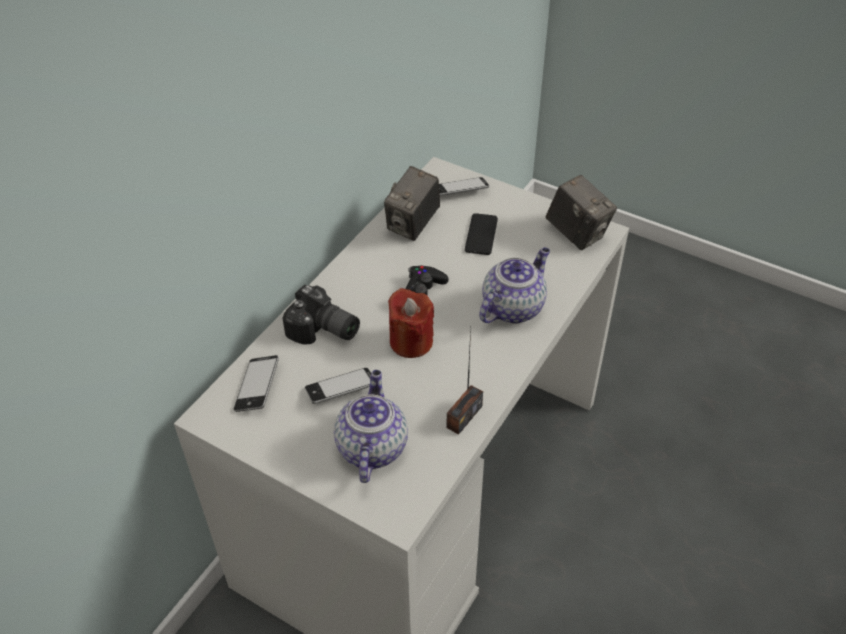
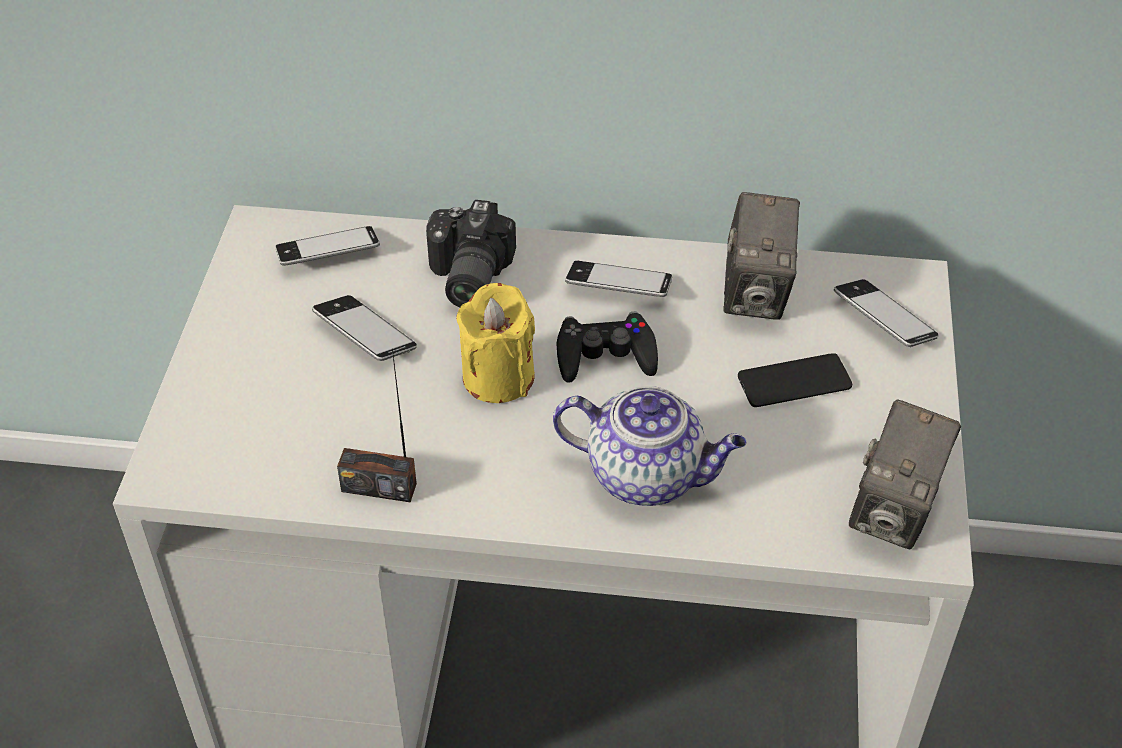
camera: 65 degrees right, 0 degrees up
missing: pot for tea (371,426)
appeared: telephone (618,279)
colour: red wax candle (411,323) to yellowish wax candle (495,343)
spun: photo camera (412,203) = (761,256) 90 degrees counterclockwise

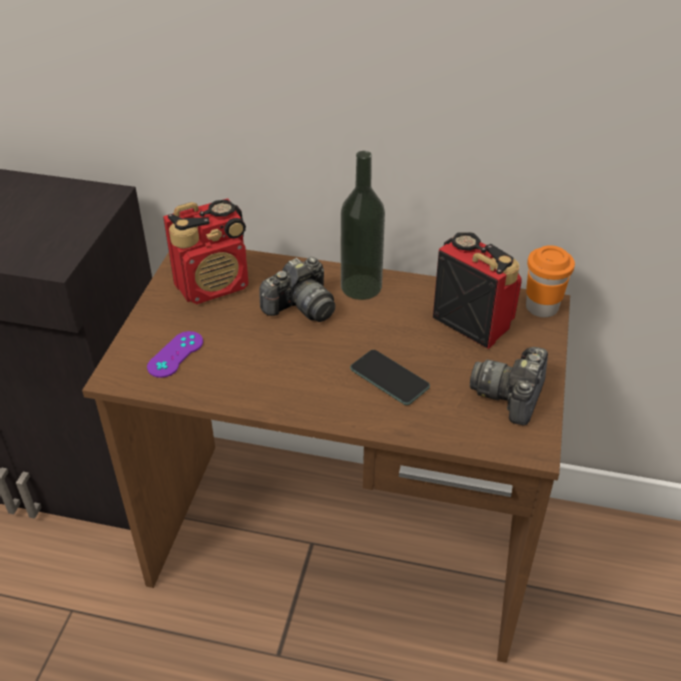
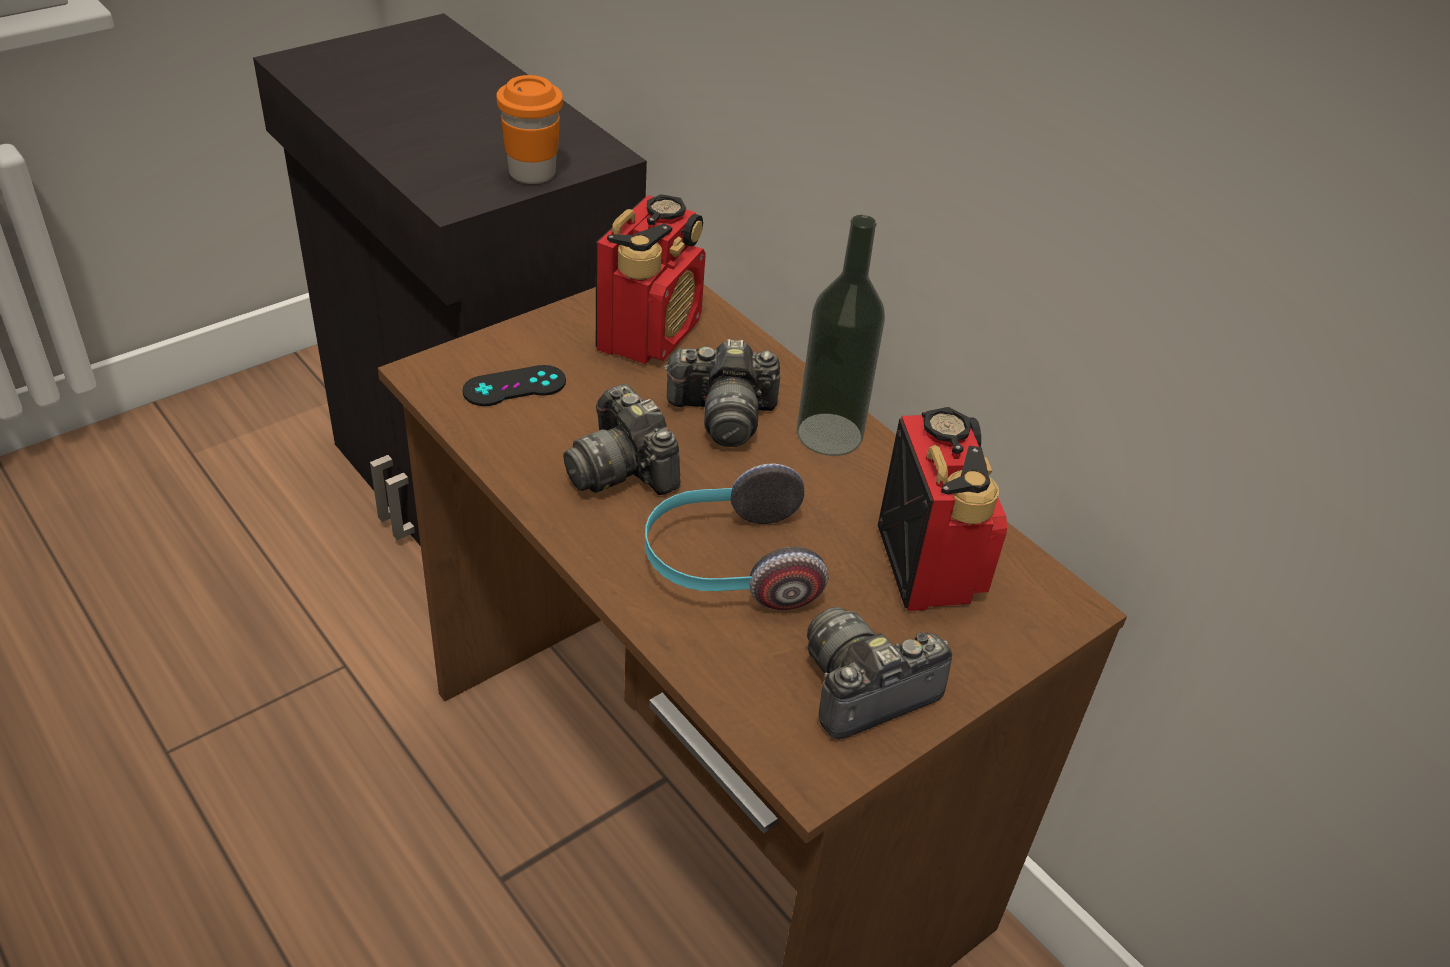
camera: 35 degrees right, 0 degrees up
appeared: photo camera (621,439)
relocated: orangey cup (550,281) to (529,129)
exchanged: telephone (390,377) to headset (736,537)
colour: purple joypad (175,354) to black-coloured joypad (514,385)
spun: radio receiver (206,251) = (651,279) 75 degrees counterclockwise

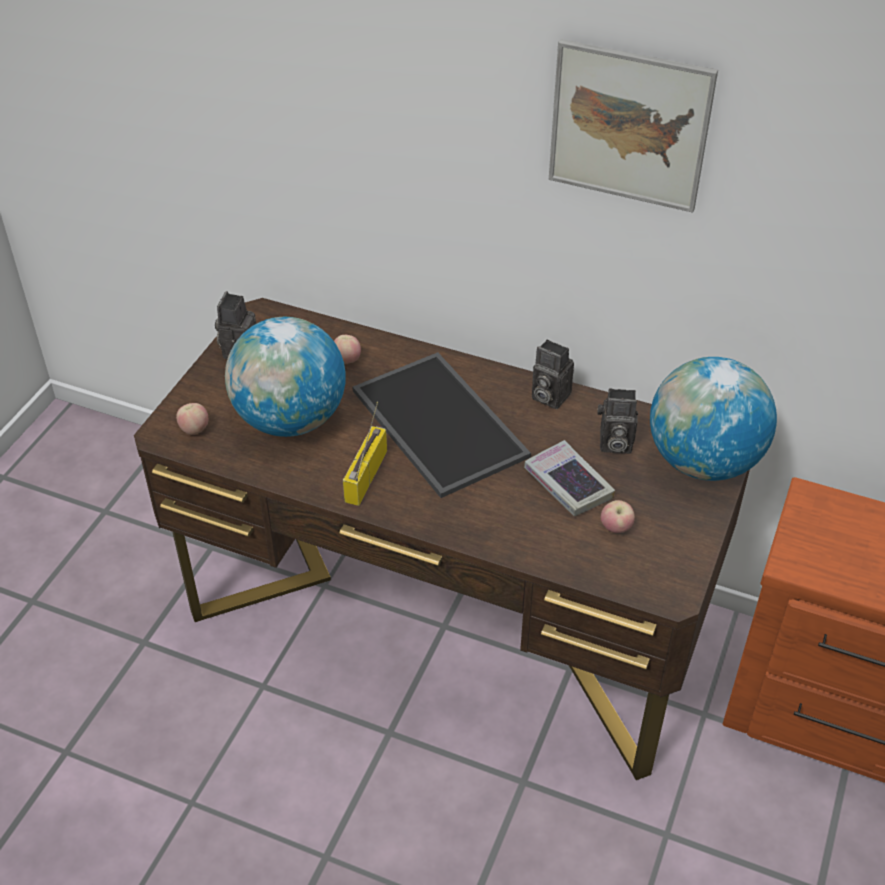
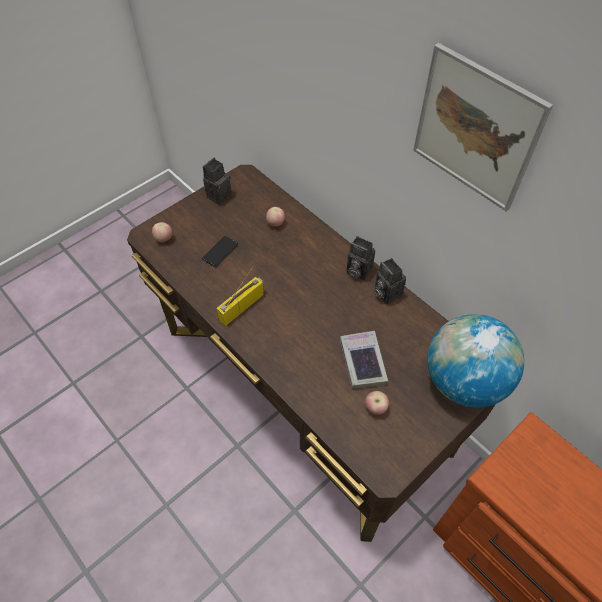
camera: 25 degrees right, 10 degrees up
missing: tray (441,425)
relocated: photo camera (617,421) to (360,258)
exchanged: globe (285,377) to telephone (220,251)

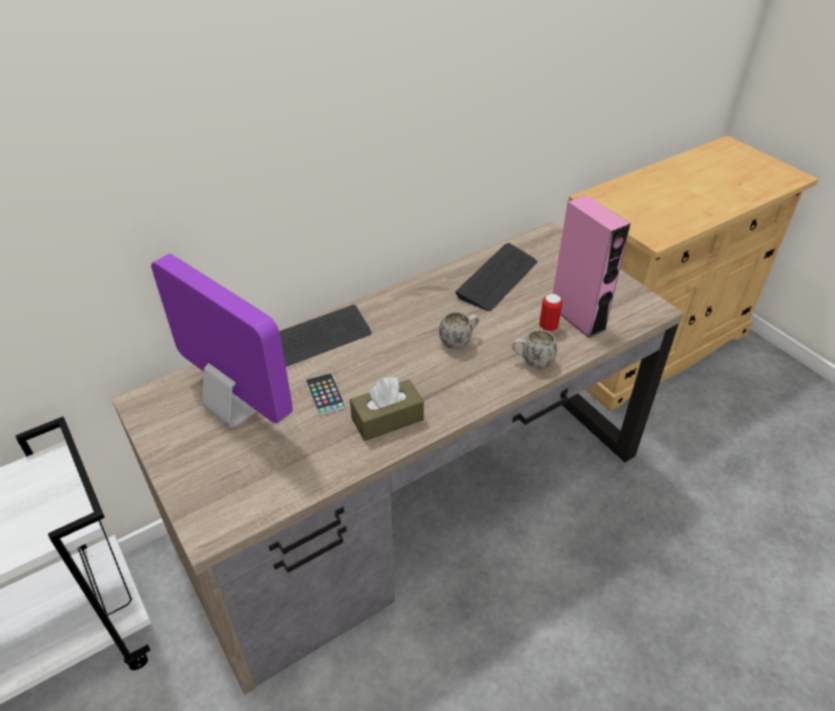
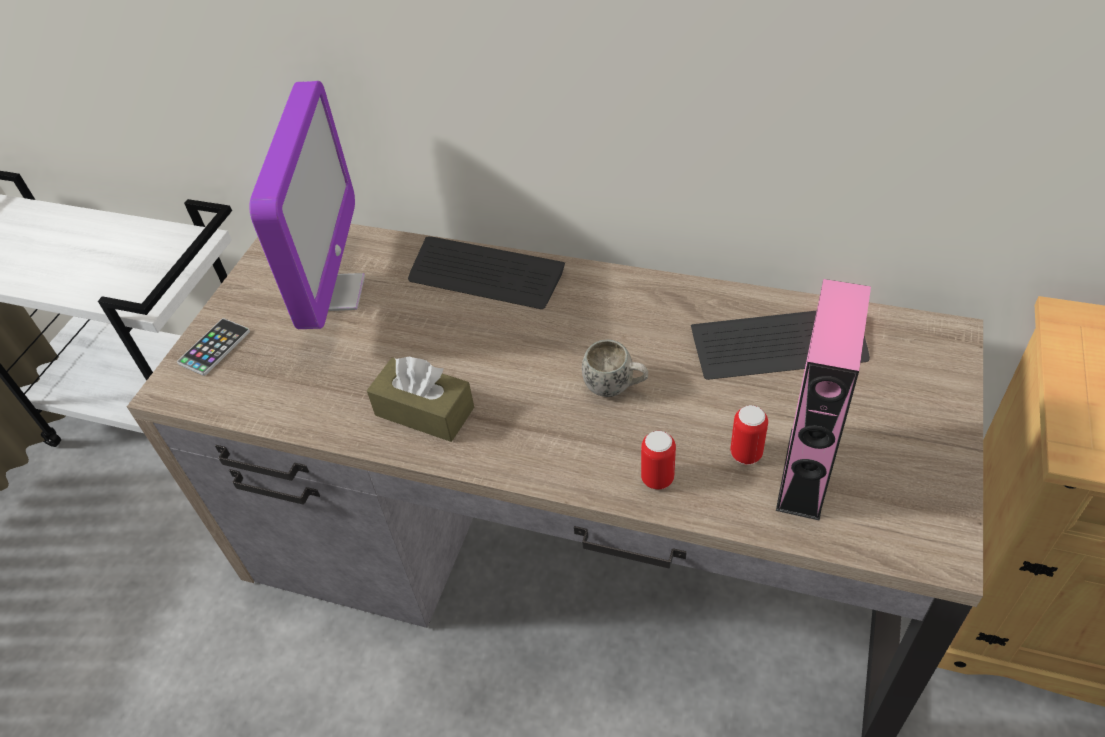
camera: 55 degrees right, 5 degrees up
relocated: telephone (325,394) to (213,347)
exchanged: whitish mug (534,349) to sealed can (658,460)

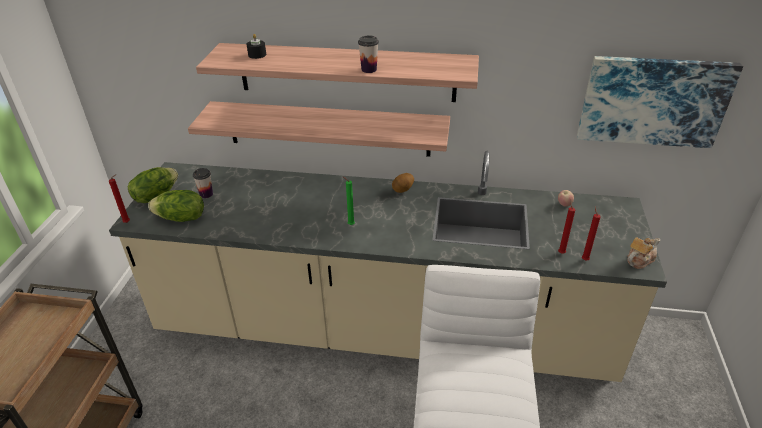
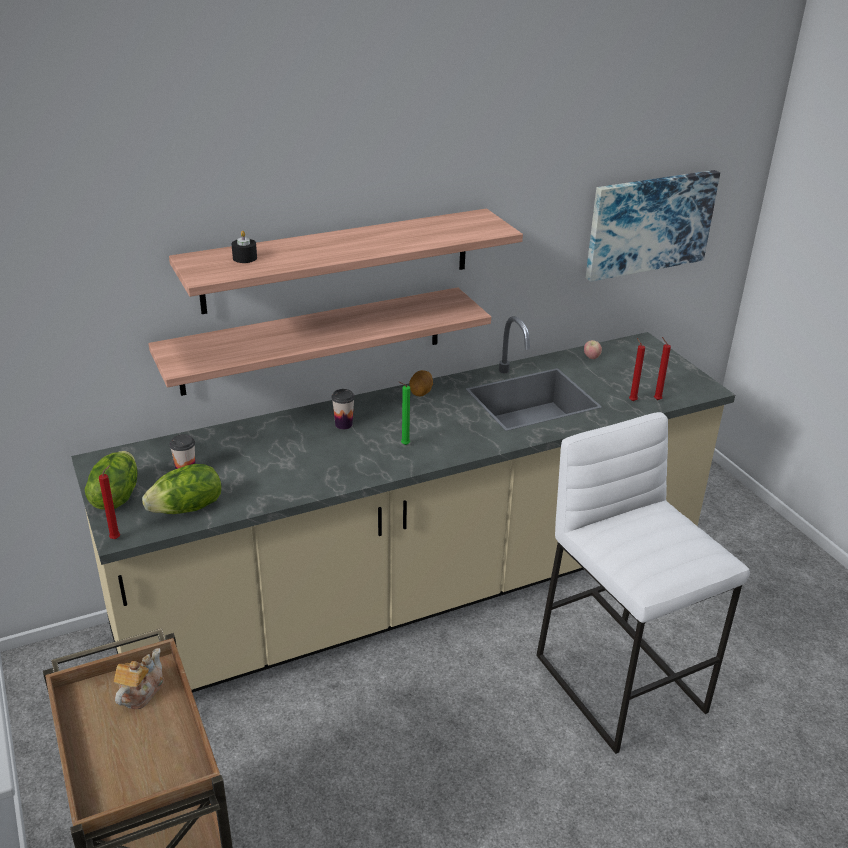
camera: 35 degrees left, 5 degrees down
relocated: cup (368,54) to (343,409); pot for tea (643,253) to (139,678)

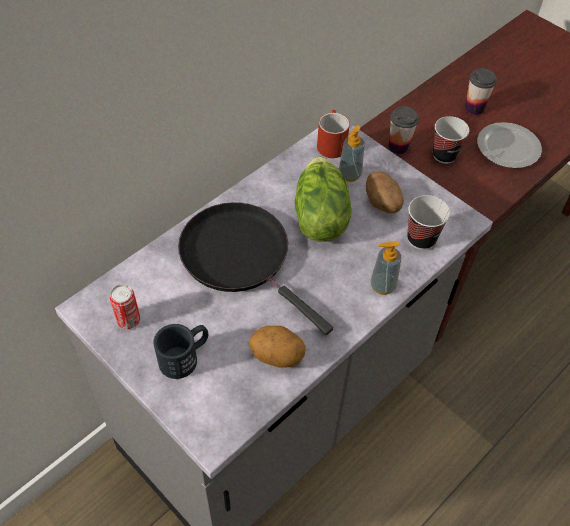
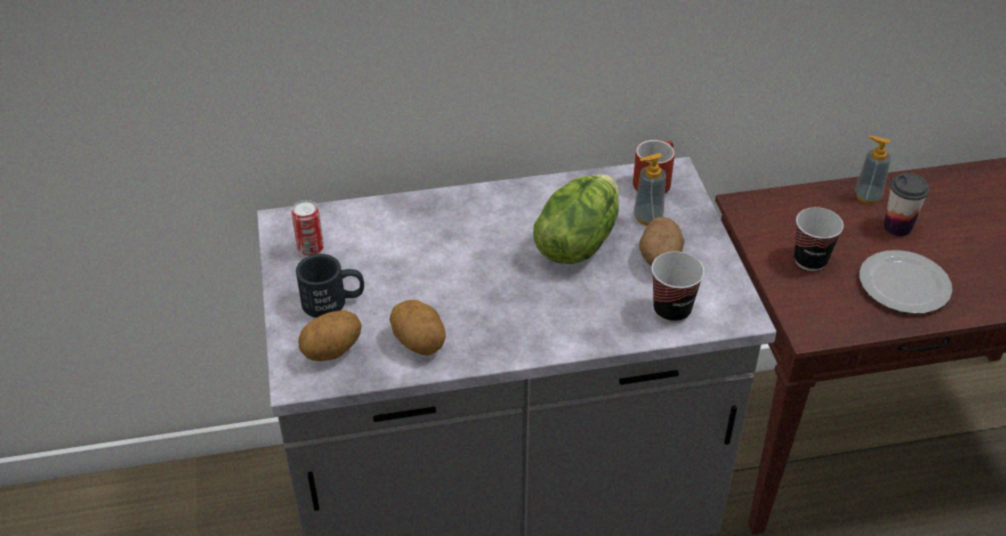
camera: 35 degrees right, 10 degrees down
missing: black-coloured frying pan (255,268); cup (404,130)
appeared: potato (330,335)
relocated: soap bottle (386,268) to (873,170)

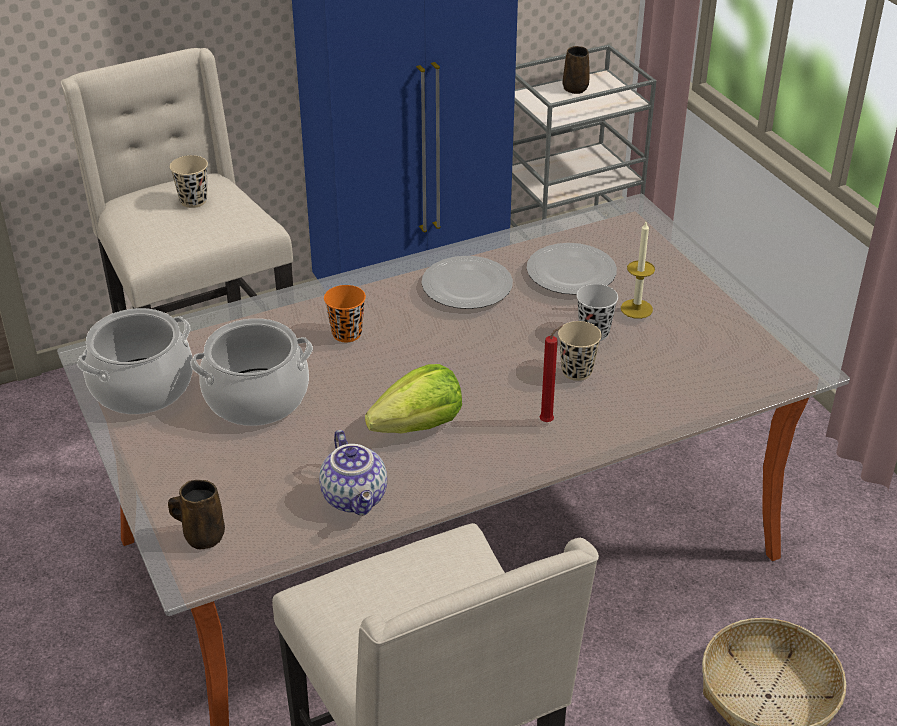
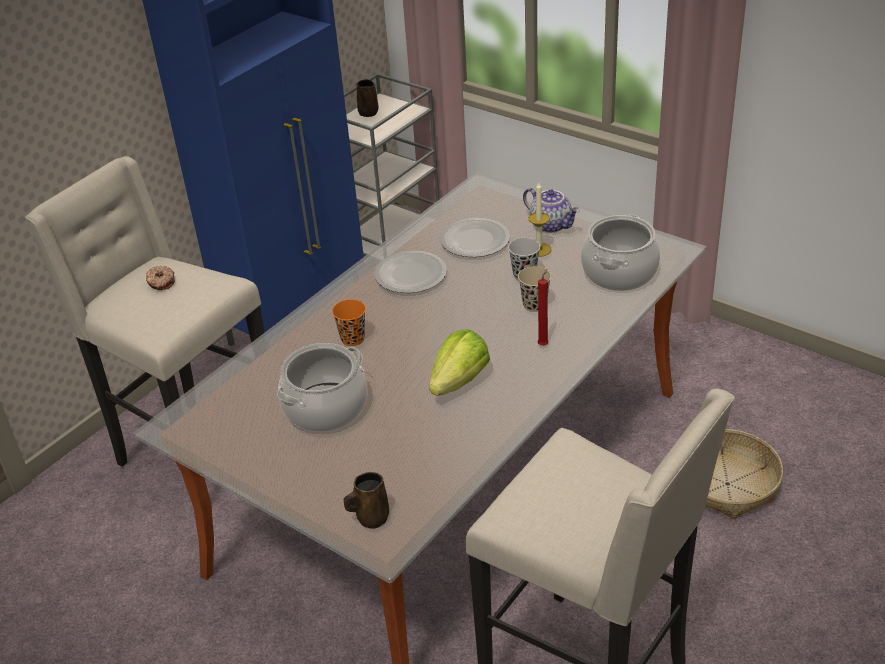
camera: 25 degrees left, 0 degrees up
relocated: saucepot (135,361) to (620,253); pot for tea (353,472) to (551,210)
exchanged: beige cup (189,181) to doughnut (160,278)

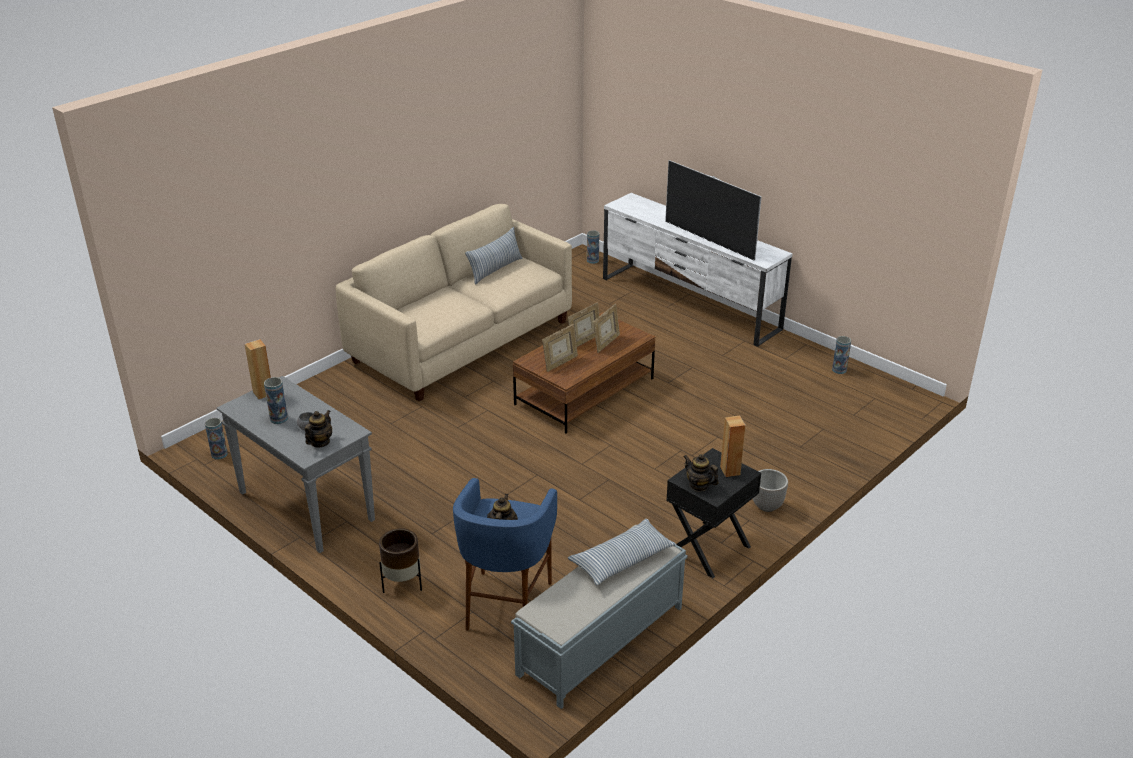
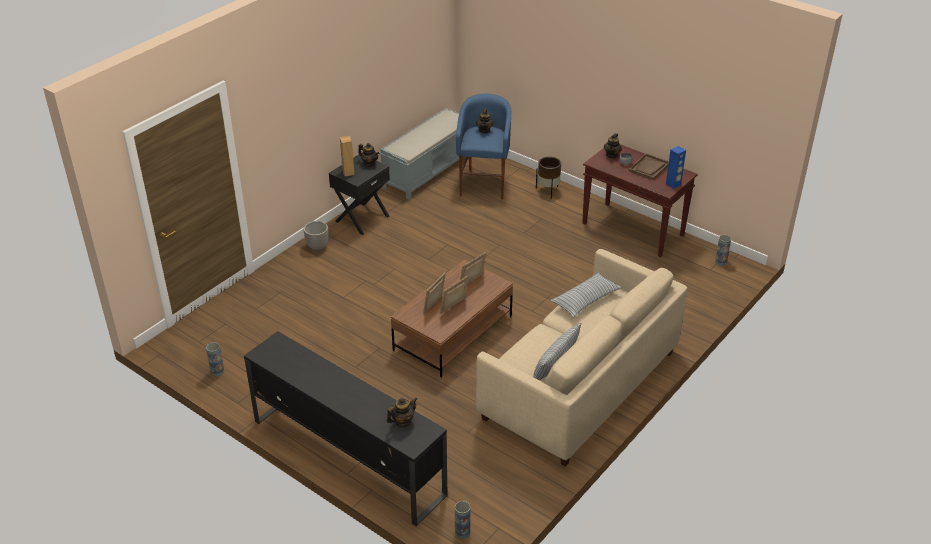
camera: 175 degrees right, 5 degrees up
missing: TV set (713,210)
appeared: pot for tea (402,412)
relocated: cushion (622,552) to (586,294)
exchanged: decorative vase (276,400) to brown tray (649,167)
colour: grey narrow table (296,464) to brown narrow table (640,200); brown speaker (258,369) to bluish speaker (676,167); whitish media console (697,270) to black-coloured media console (346,429)

